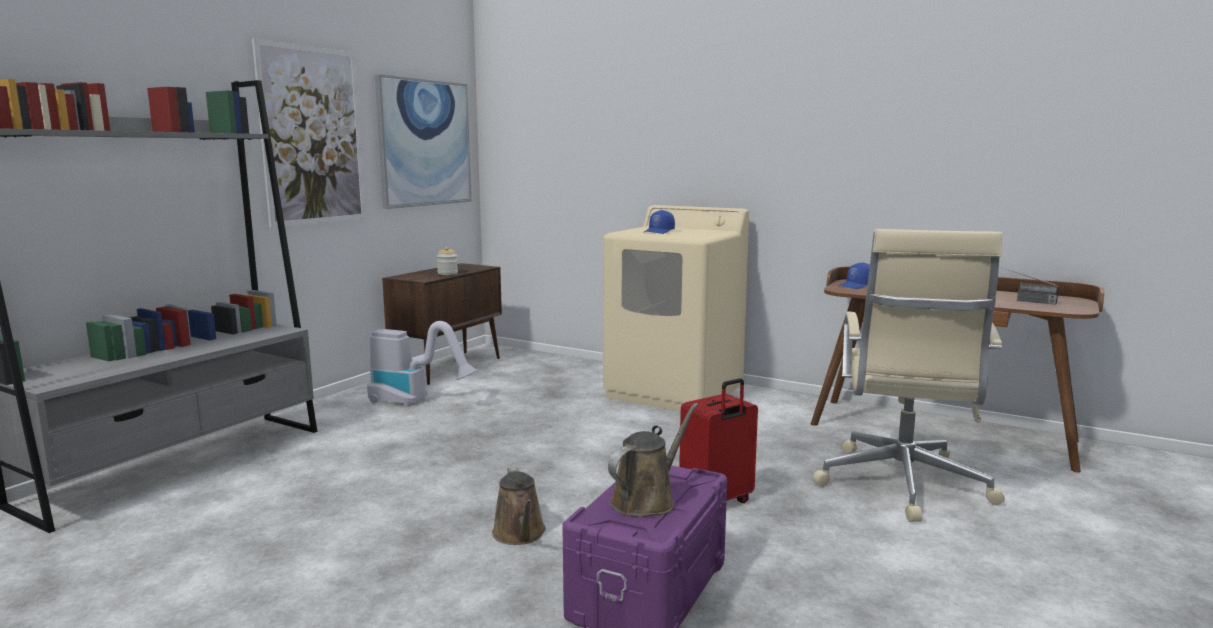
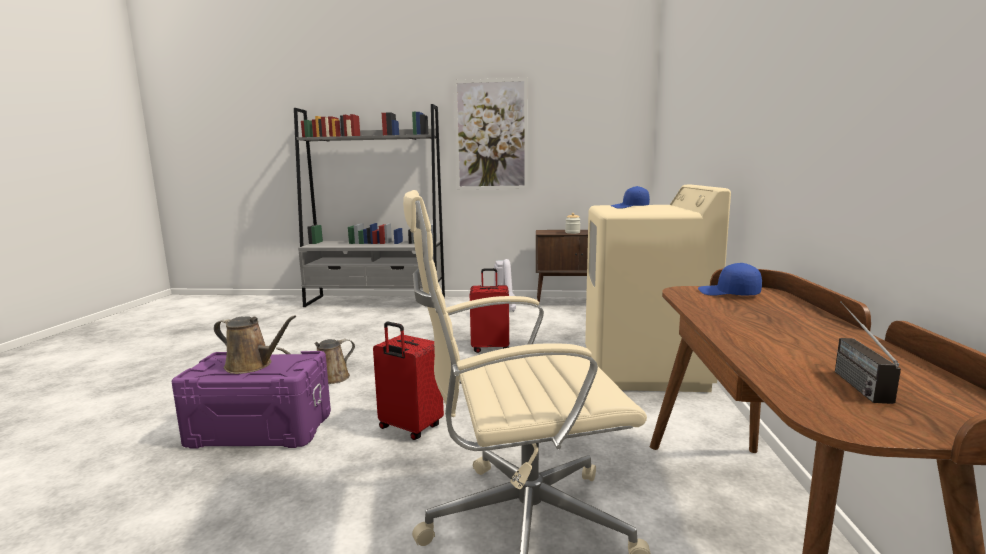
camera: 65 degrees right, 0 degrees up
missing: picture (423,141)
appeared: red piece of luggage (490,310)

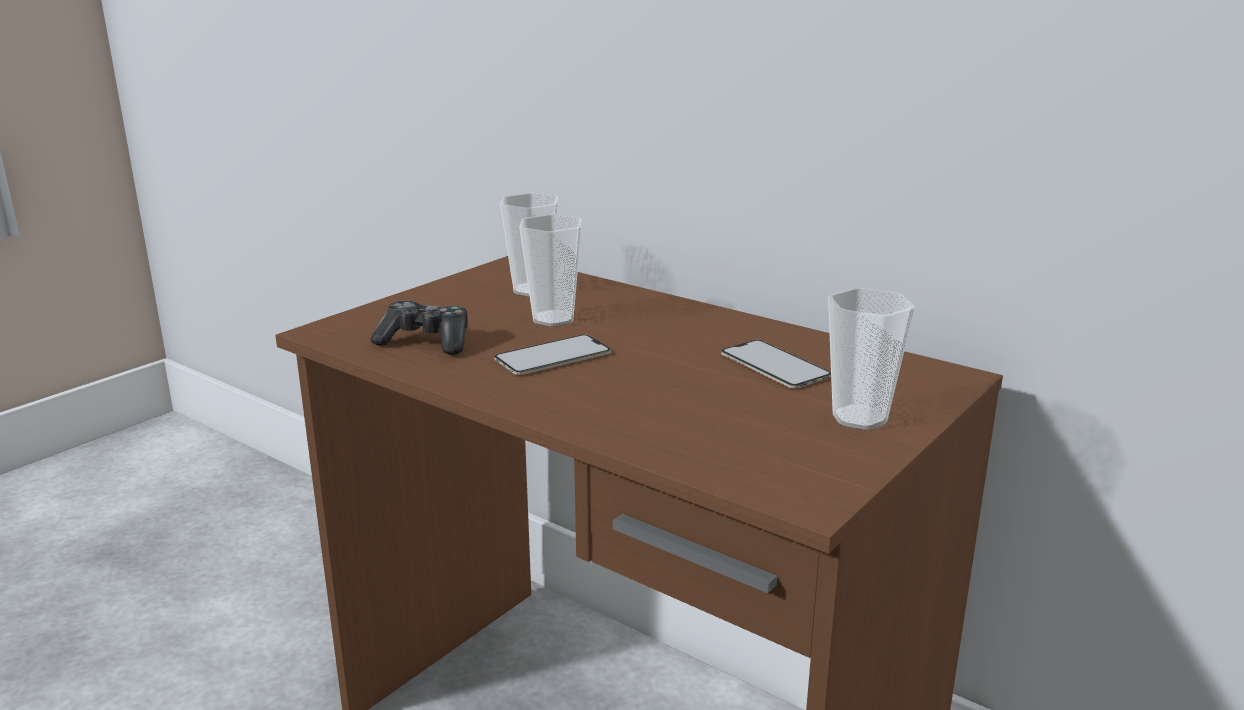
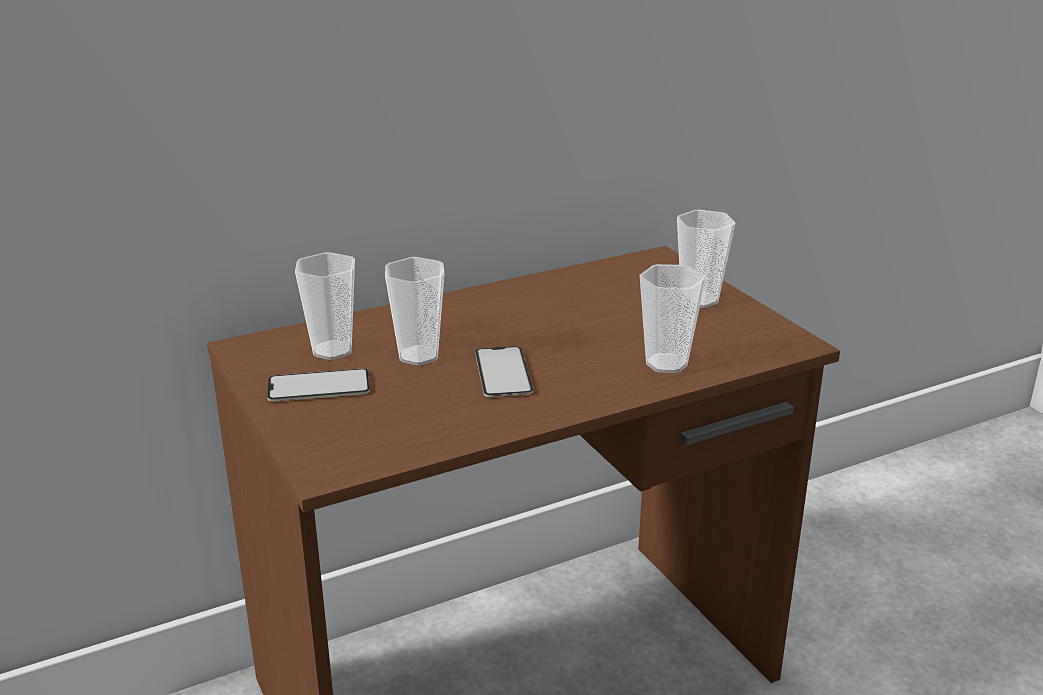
camera: 65 degrees left, 5 degrees up
missing: joypad (419,327)
appeared: cup (673,318)
relocated: telephone (776,364) to (318,385)

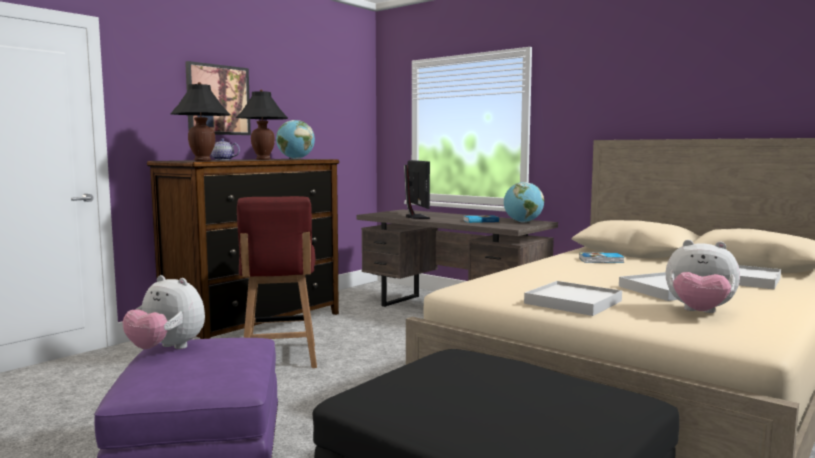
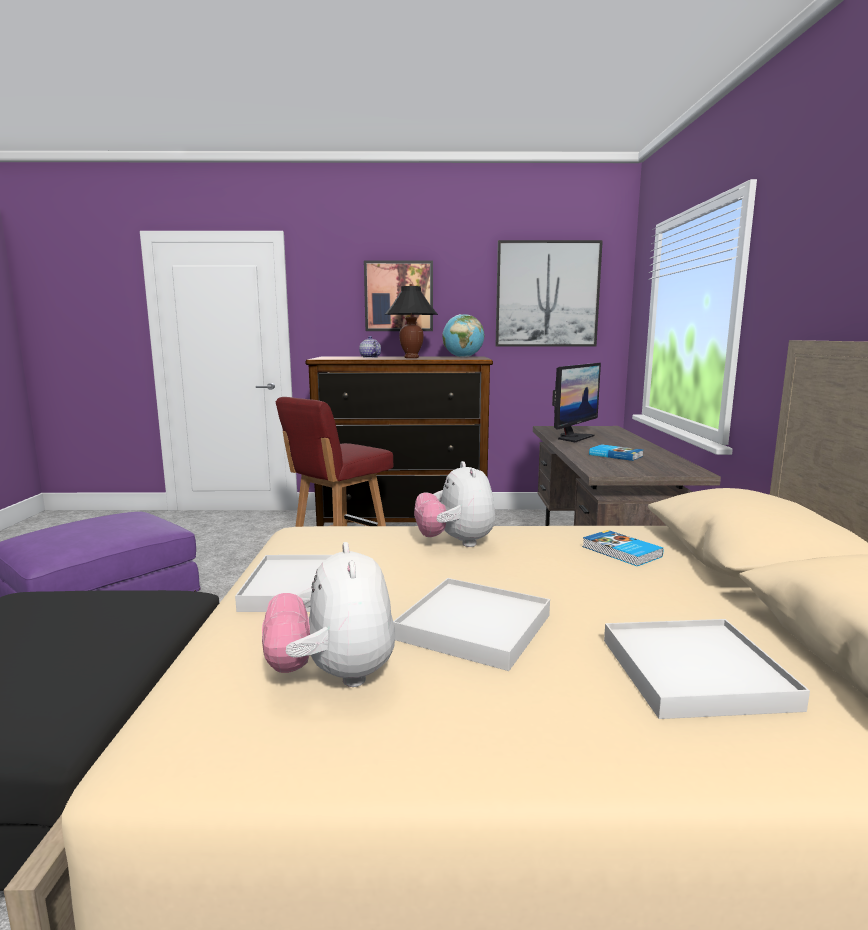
camera: 50 degrees right, 5 degrees up
missing: black-coloured tabletop lamp (200,121); globe (524,202)
appeared: picture (549,293)
relocated: cuddly toy (164,312) to (454,504)

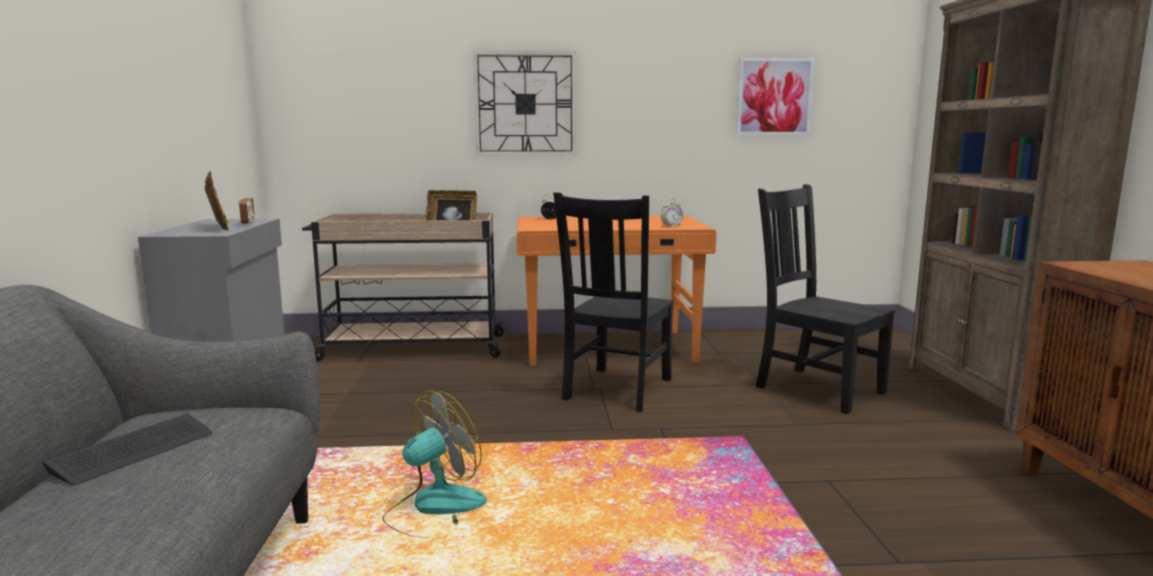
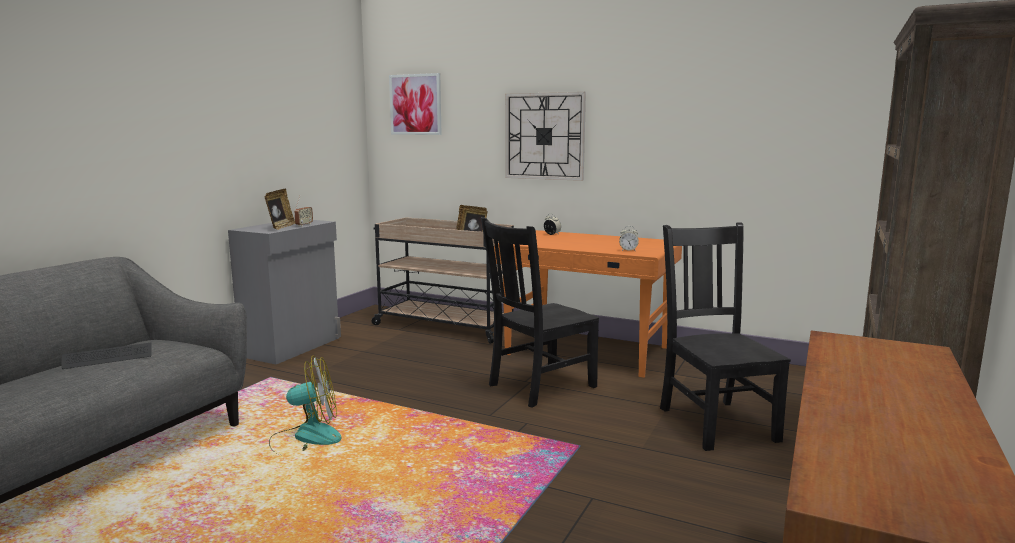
camera: 30 degrees right, 0 degrees up
relocated: picture (775,96) to (415,104)

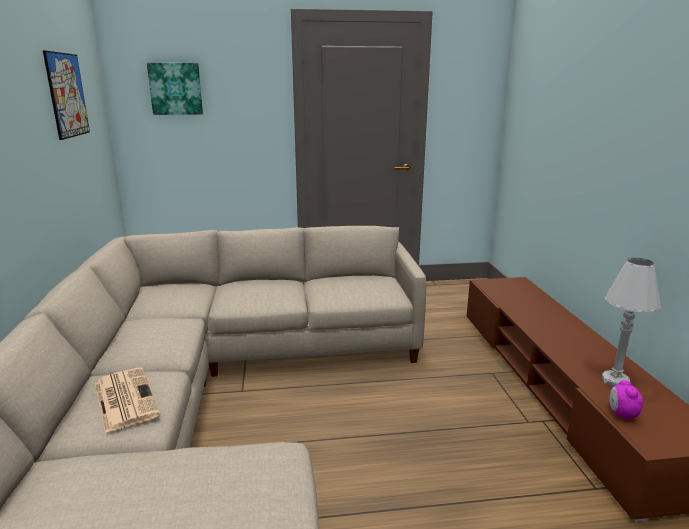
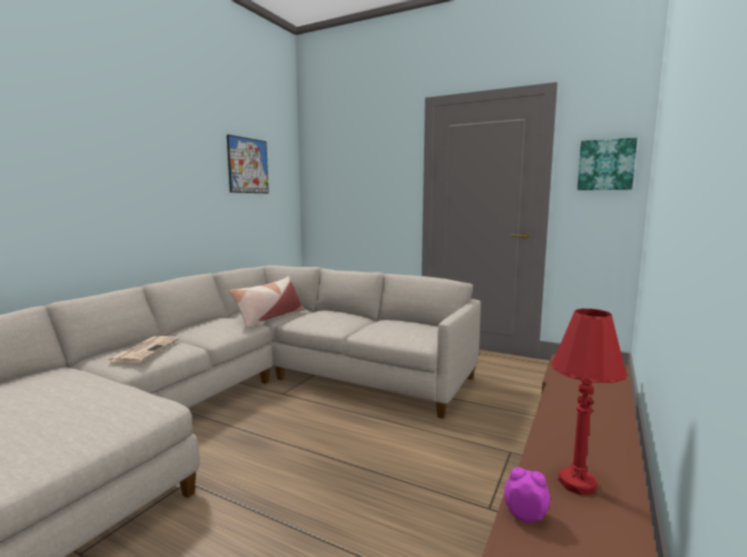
camera: 35 degrees right, 10 degrees down
appeared: cushion (266,302)
relocated: picture (175,89) to (607,164)
colour: whitish tabletop lamp (631,322) to red tabletop lamp (589,402)
spun: table clock (626,401) = (527,495) 75 degrees clockwise

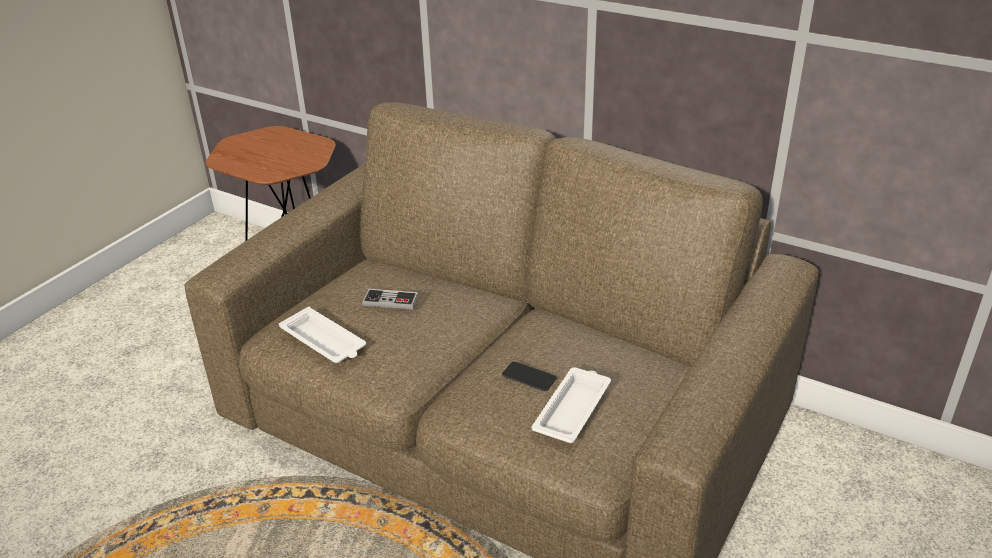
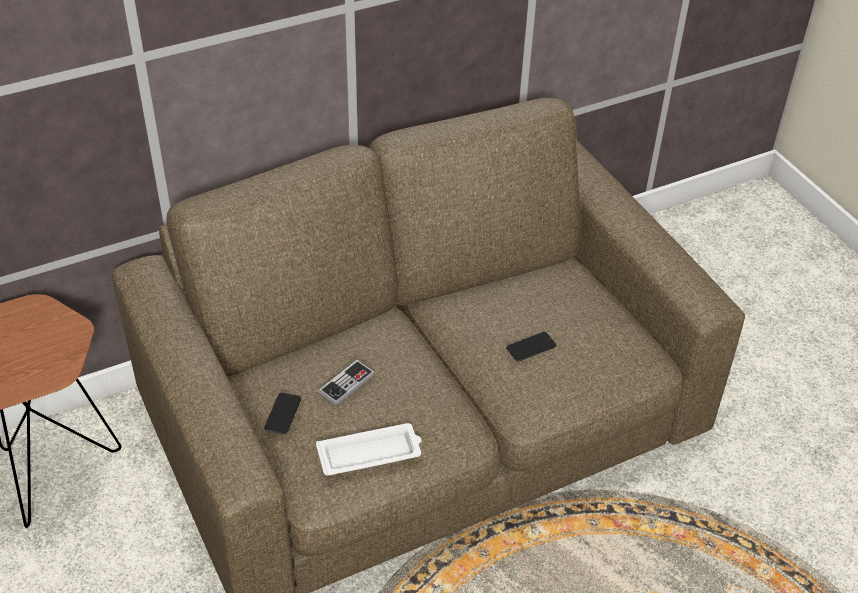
camera: 60 degrees left, 10 degrees up
missing: whitish tray (571,405)
appeared: telephone (282,413)

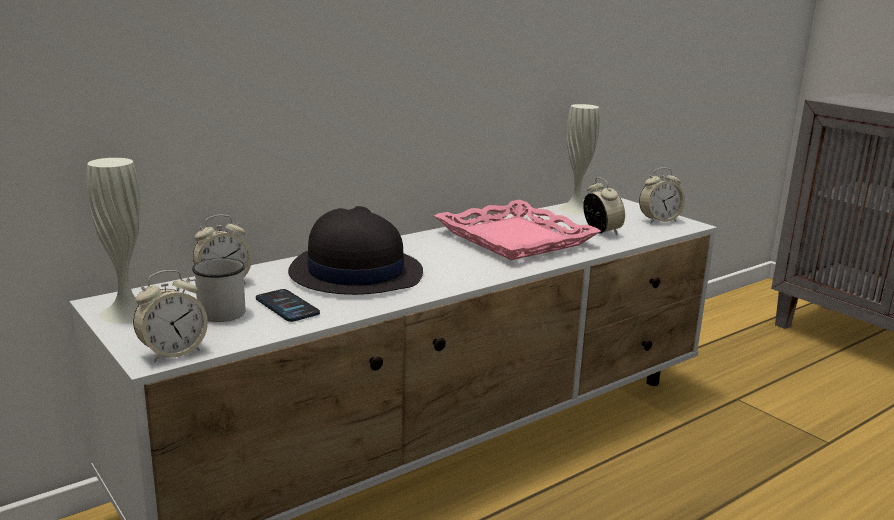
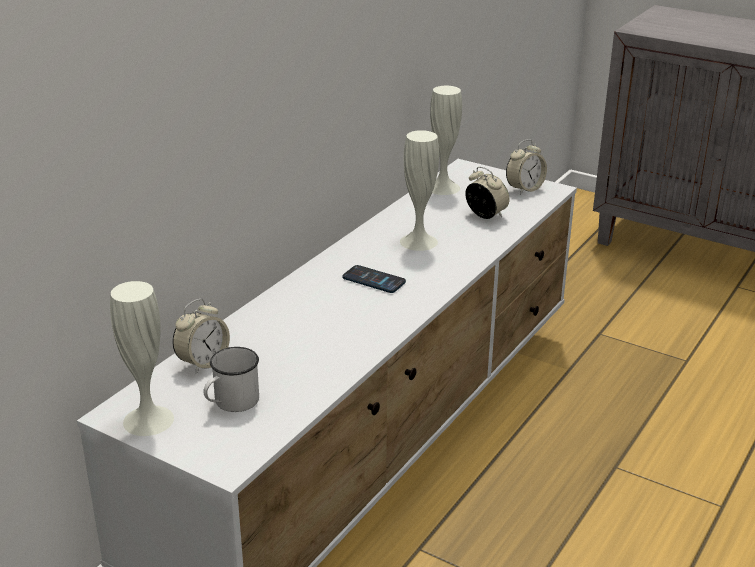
camera: 20 degrees left, 10 degrees up
missing: table clock (170,316); black-coloured hat (355,250)
relocated: telephone (288,305) to (374,279)
exchanged: pink-coloured tray (517,230) to whitish decorative vase (419,190)

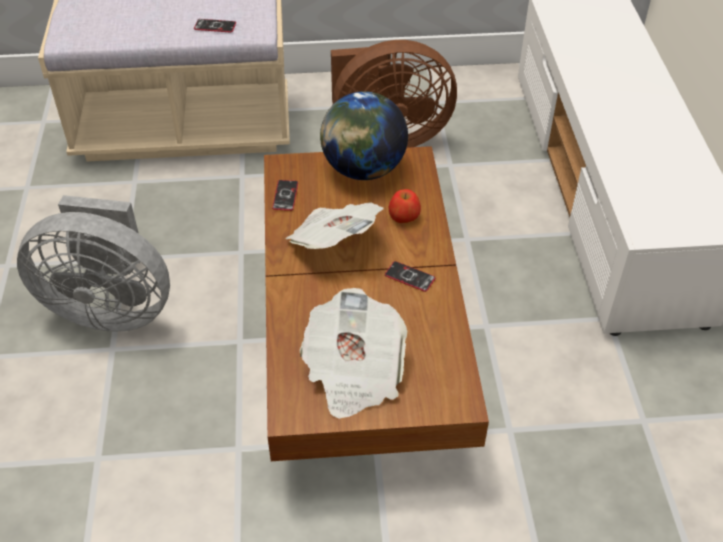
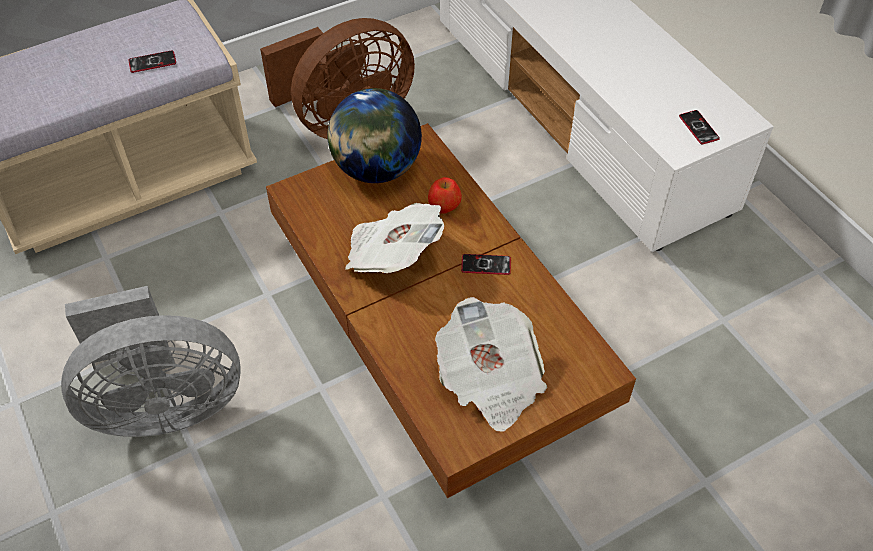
camera: 25 degrees left, 5 degrees up
relocated: telephone (285,195) to (699,127)

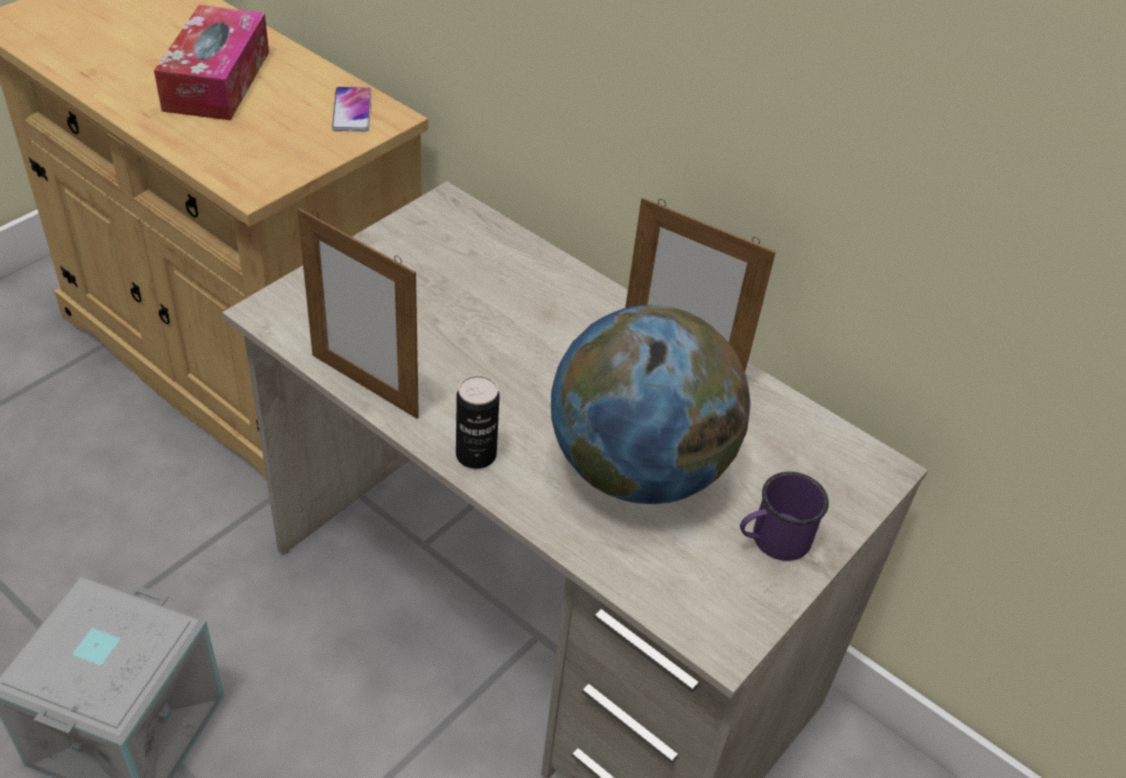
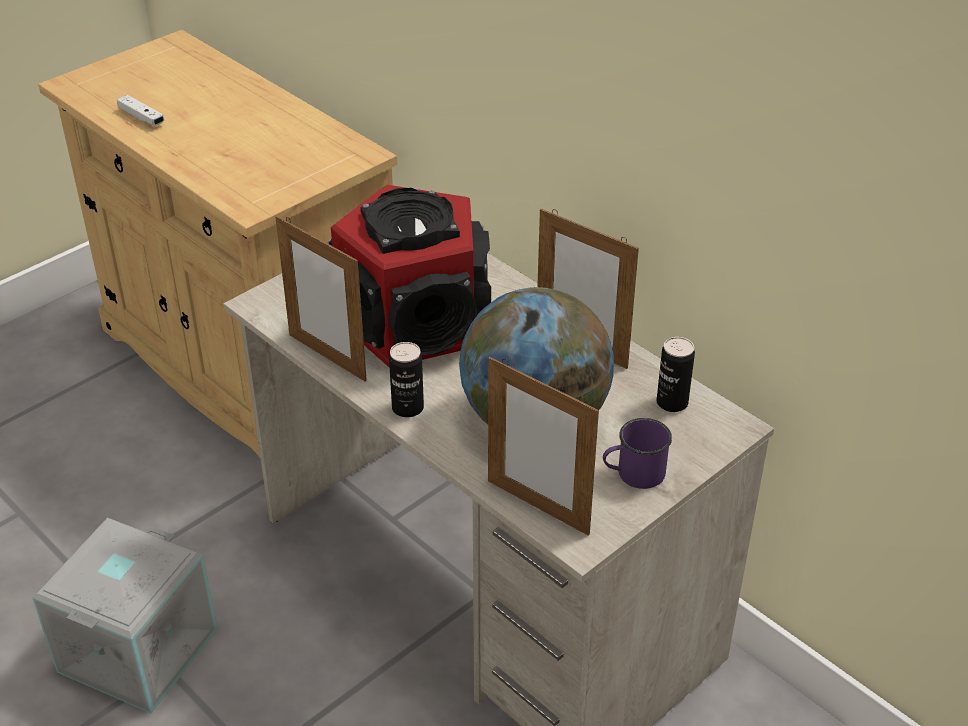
camera: 10 degrees right, 5 degrees down
missing: box of tissues (211,62); telephone (352,109)
appeared: whitish joypad (141,110); speaker (409,276); photo frame (543,446); sealed can (675,374)

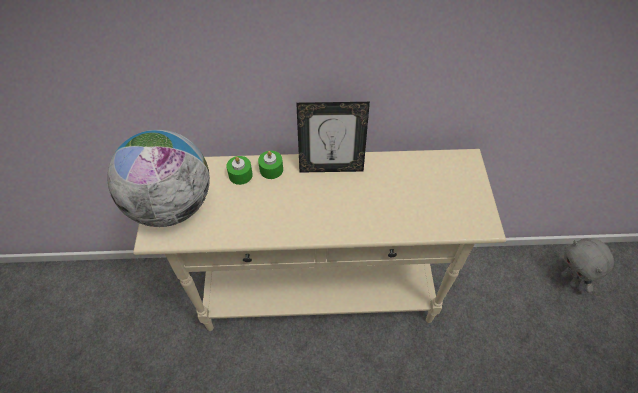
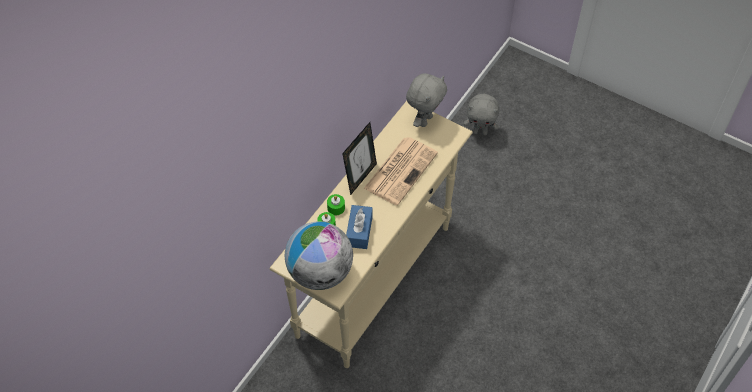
camera: 55 degrees left, 0 degrees up
appeared: bluish box of tissues (359,227); daily paper (401,171); grey cuddly toy (426,100)

